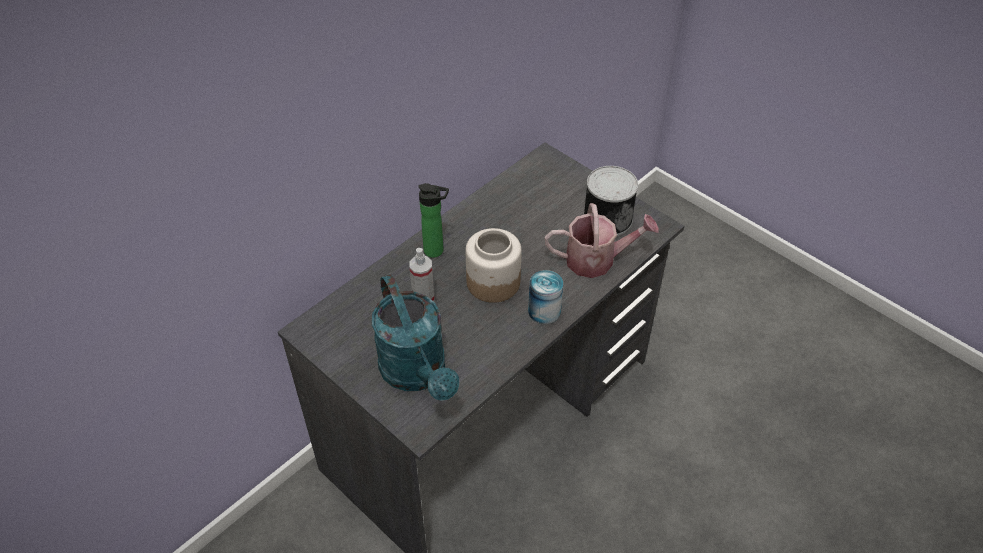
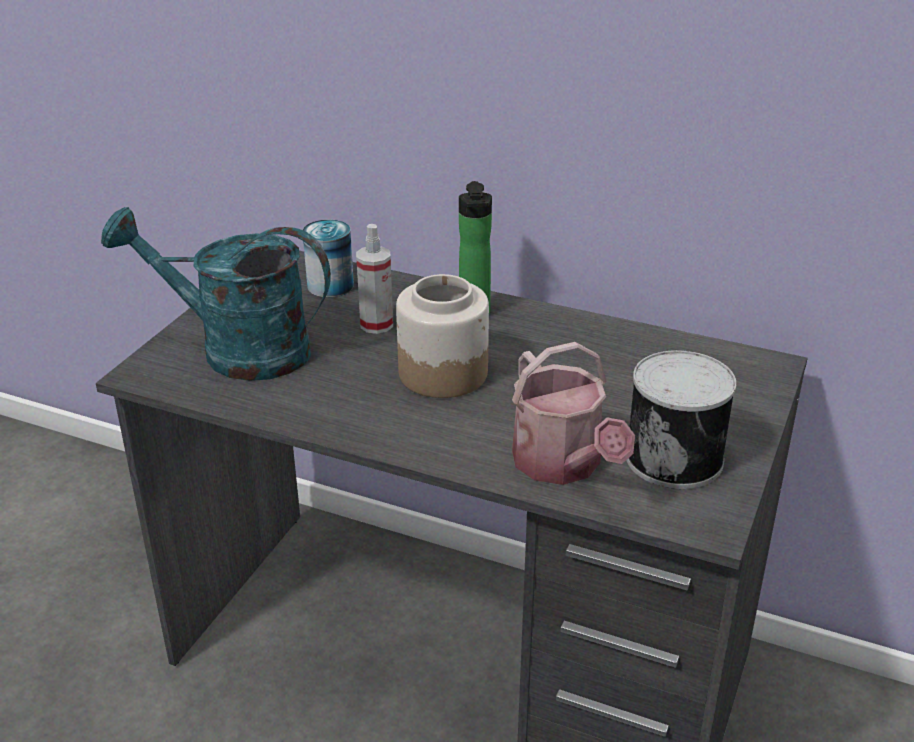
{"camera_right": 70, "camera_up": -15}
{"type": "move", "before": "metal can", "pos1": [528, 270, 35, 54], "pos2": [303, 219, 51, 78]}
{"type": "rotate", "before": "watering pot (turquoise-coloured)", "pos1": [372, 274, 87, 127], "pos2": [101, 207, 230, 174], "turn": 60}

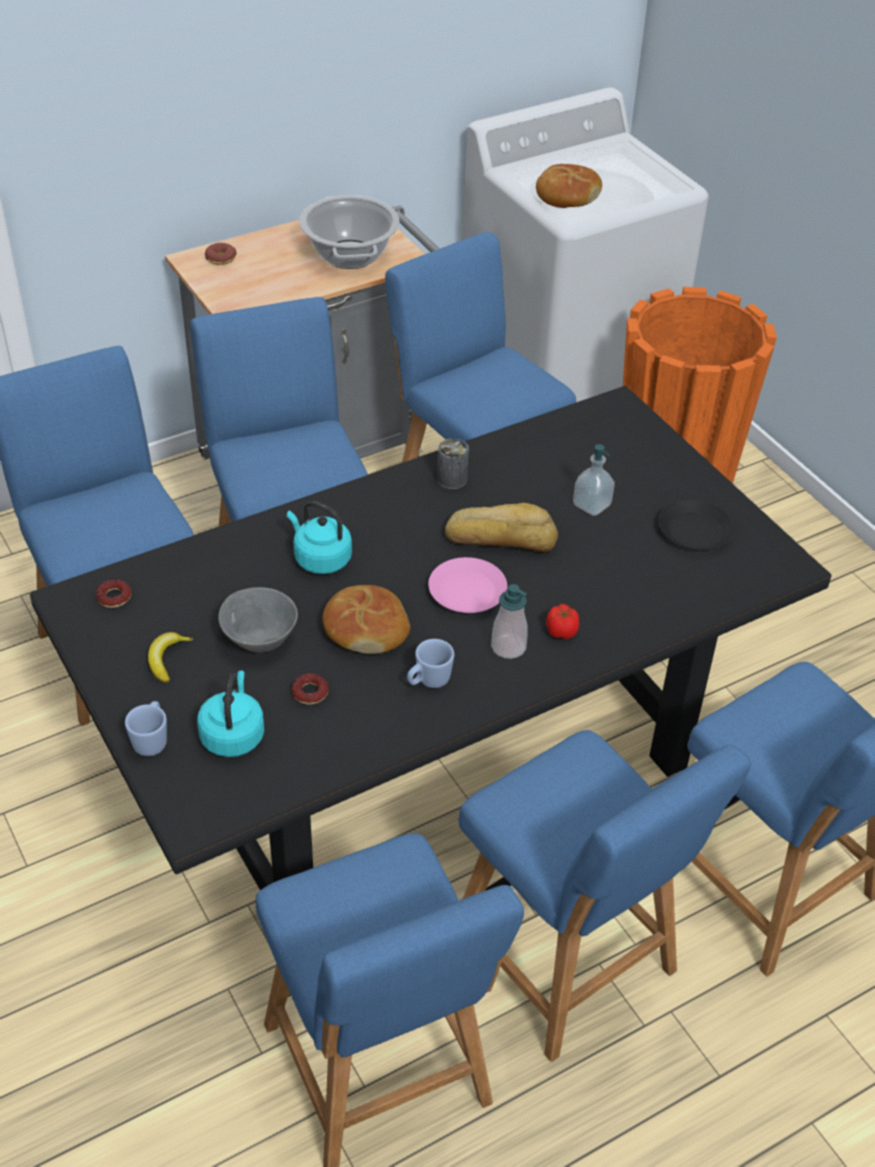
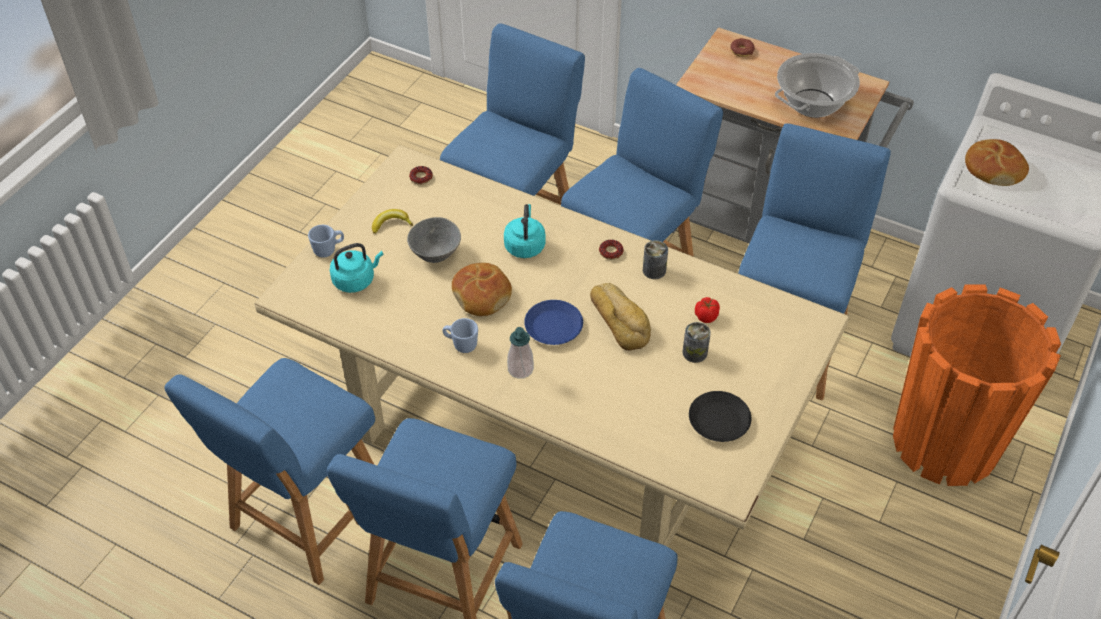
{"camera_right": 60, "camera_up": 5}
{"type": "recolor", "before": "dining table (black)", "after": "dining table (sand-coloured)", "pos1": [30, 386, 802, 504], "pos2": [254, 145, 595, 402]}
{"type": "replace", "before": "soap dispenser", "after": "metal can", "pos1": [573, 444, 42, 72], "pos2": [683, 322, 28, 41]}
{"type": "recolor", "before": "plate (pink-coloured)", "after": "plate (blue-coloured)", "pos1": [428, 557, 79, 56], "pos2": [524, 300, 59, 45]}
{"type": "move", "before": "fresh tomato", "pos1": [546, 604, 33, 35], "pos2": [695, 297, 25, 26]}
{"type": "move", "before": "ring doughnut", "pos1": [291, 673, 38, 32], "pos2": [599, 240, 25, 20]}

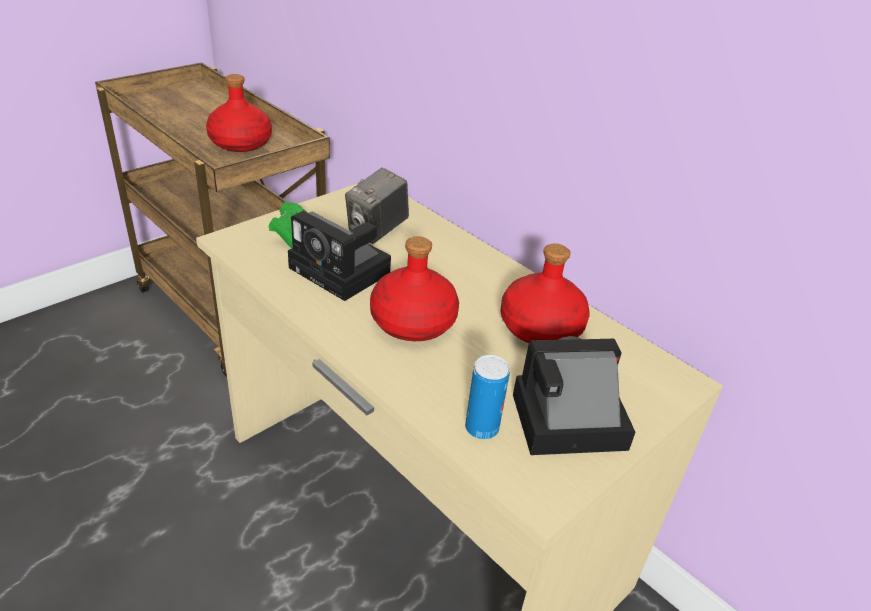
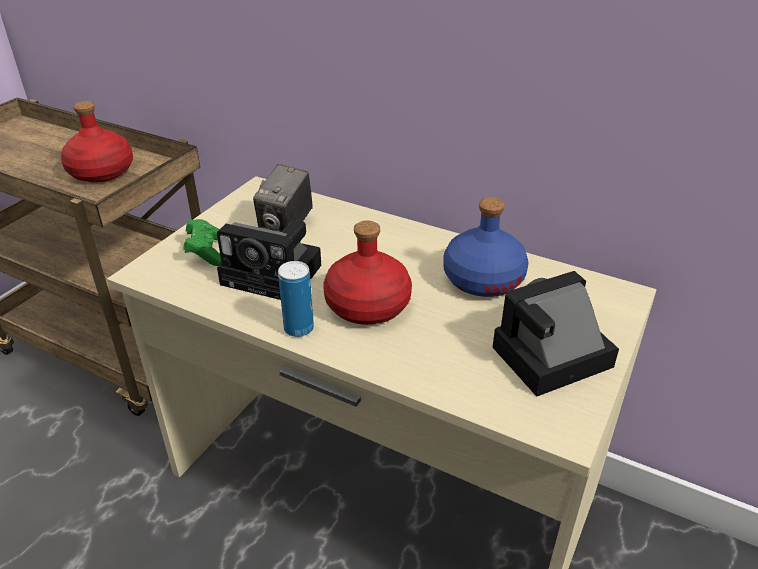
{"camera_right": -15, "camera_up": 0}
{"type": "recolor", "before": "bottle (red-coloured)", "after": "bottle (blue-coloured)", "pos1": [500, 243, 90, 100], "pos2": [443, 197, 85, 100]}
{"type": "move", "before": "metal can", "pos1": [465, 355, 45, 85], "pos2": [278, 261, 36, 76]}

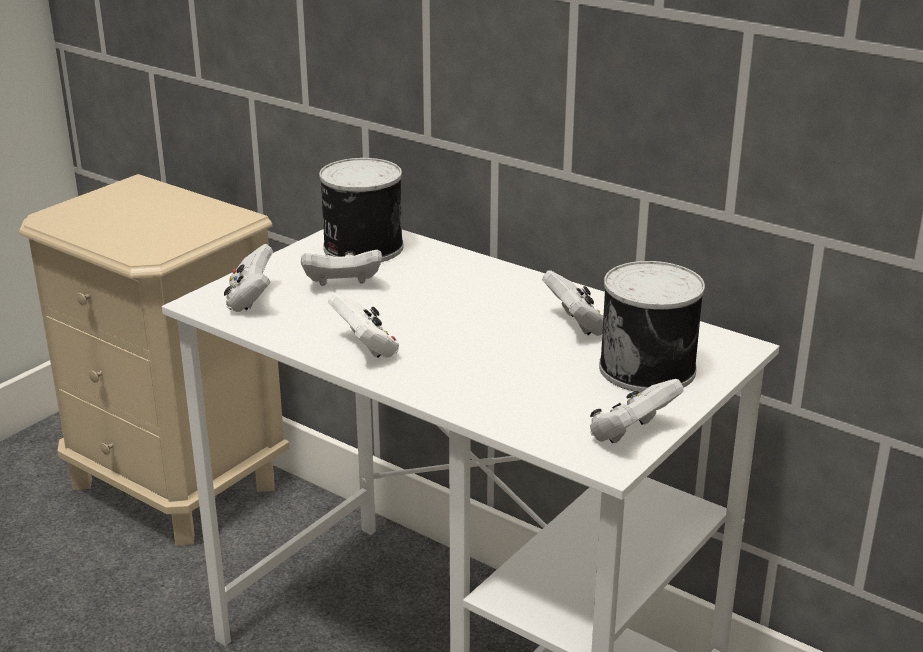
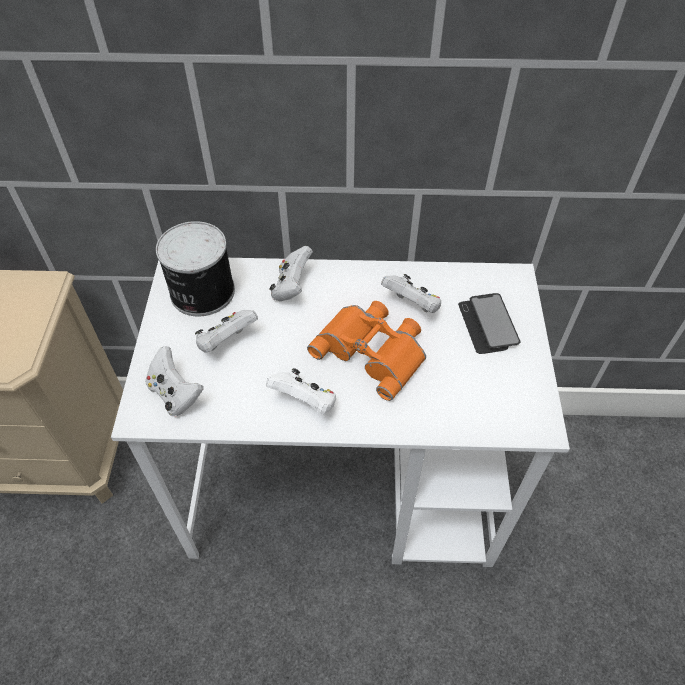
{"camera_right": -35, "camera_up": 25}
{"type": "replace", "before": "metal can", "after": "handset", "pos1": [599, 261, 106, 132], "pos2": [458, 293, 63, 61]}
{"type": "move", "before": "gamepad (white)", "pos1": [590, 379, 94, 65], "pos2": [269, 246, 44, 55]}
{"type": "insert", "after": "field glasses (orange)", "pos2": [307, 301, 119, 100]}

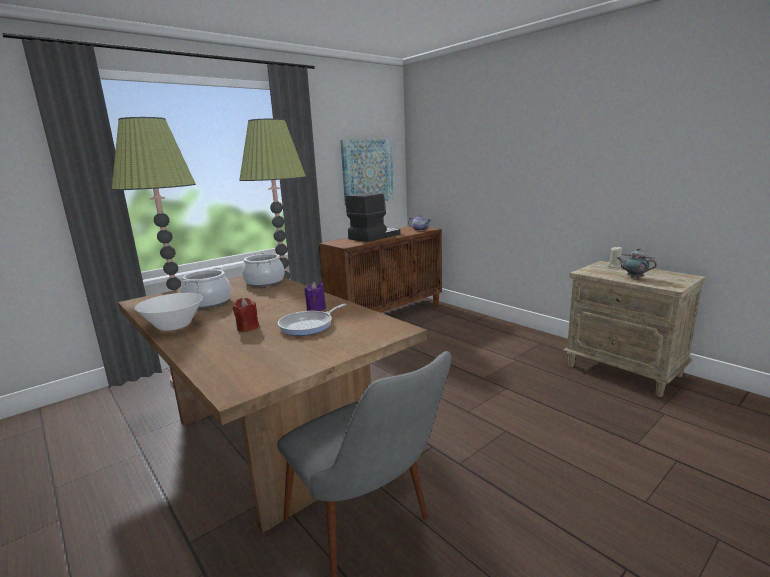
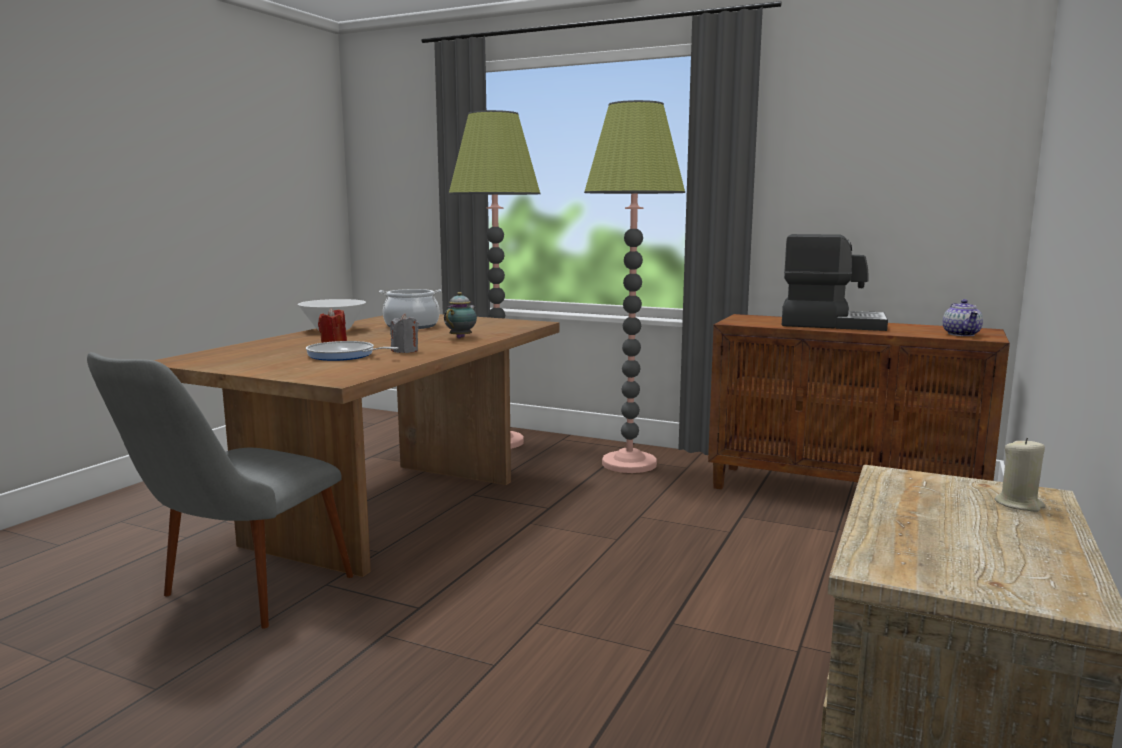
{"camera_right": 65, "camera_up": -5}
{"type": "delete", "before": "wall art", "pos1": [341, 139, 53, 67]}
{"type": "move", "before": "teapot", "pos1": [617, 248, 40, 31], "pos2": [444, 292, 33, 47]}
{"type": "delete", "before": "cooking pot", "pos1": [242, 252, 42, 35]}
{"type": "recolor", "before": "wax candle (purple)", "after": "wax candle (gray)", "pos1": [305, 282, 21, 29], "pos2": [390, 314, 29, 39]}

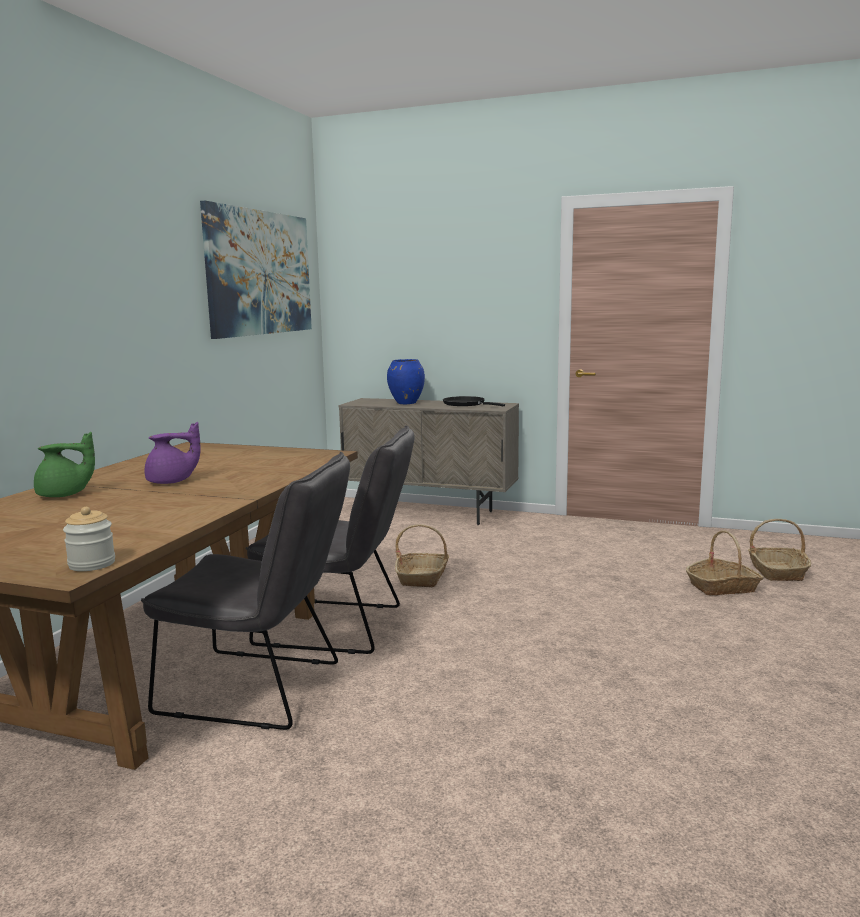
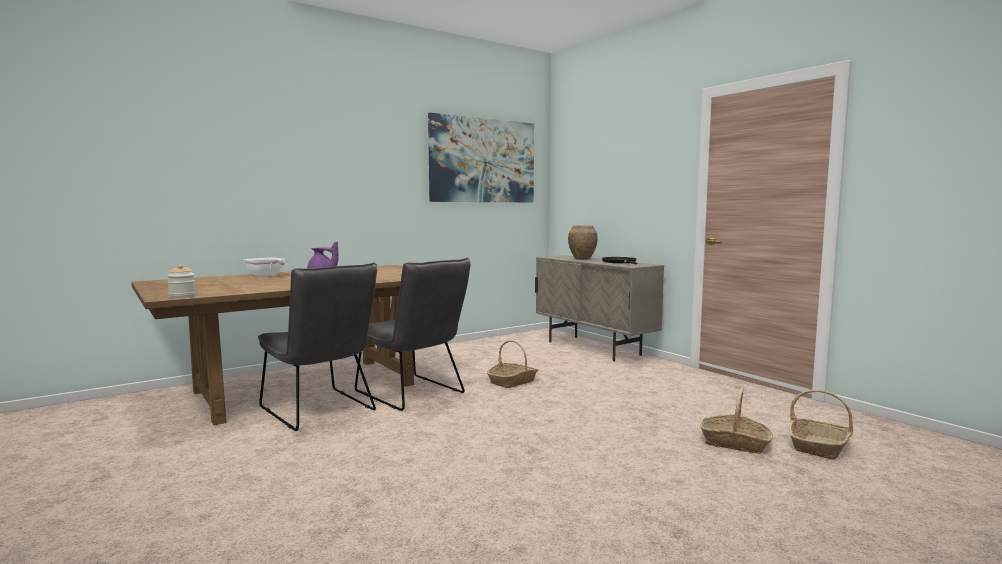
{"camera_right": 35, "camera_up": -5}
{"type": "recolor", "before": "flower vase (blue-coloured)", "after": "flower vase (brown-coloured)", "pos1": [387, 359, 38, 45], "pos2": [568, 226, 30, 34]}
{"type": "replace", "before": "teapot (green-coloured)", "after": "pan", "pos1": [34, 432, 61, 65], "pos2": [243, 257, 42, 20]}

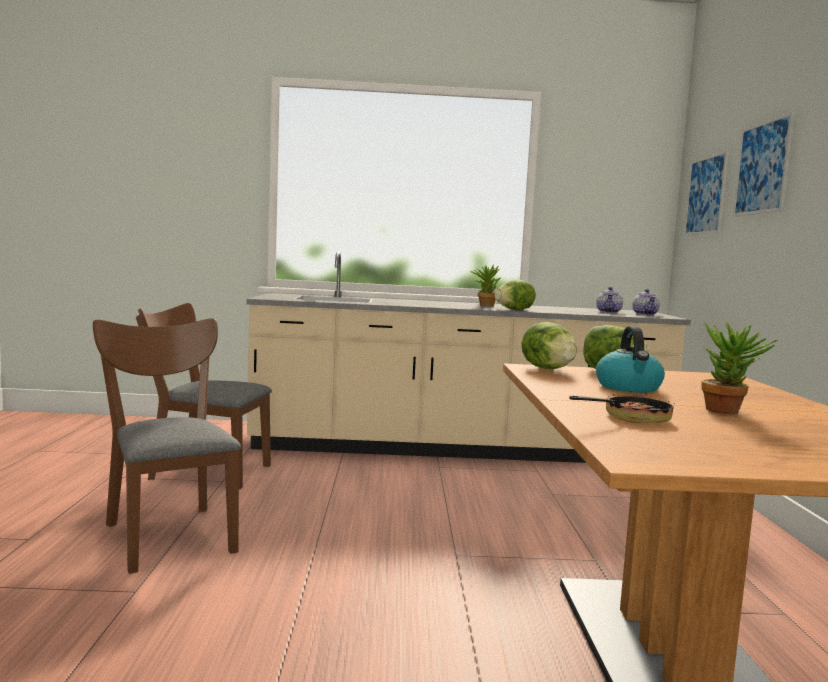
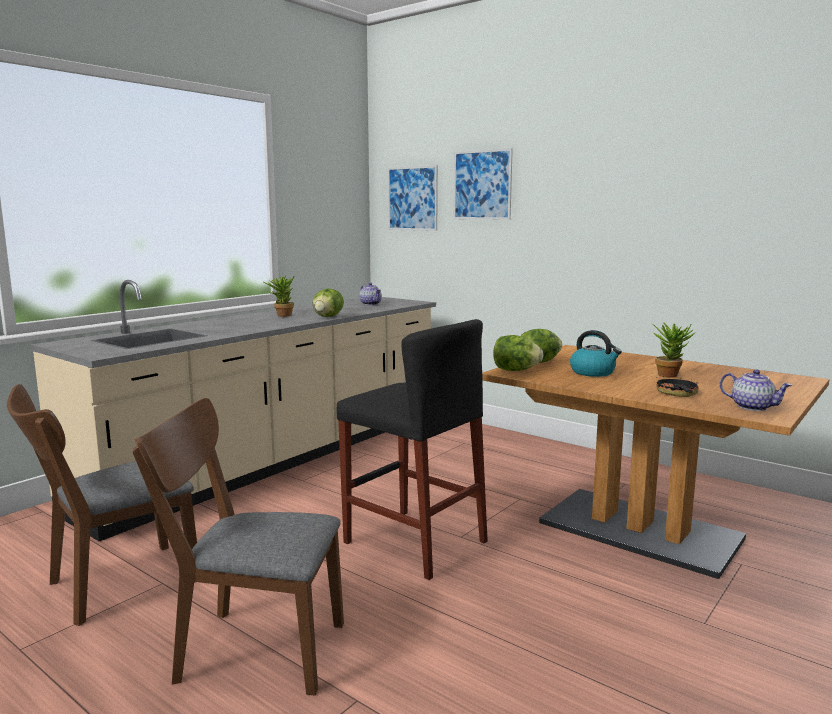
{"camera_right": -50, "camera_up": 5}
{"type": "move", "before": "teapot", "pos1": [632, 289, 28, 26], "pos2": [720, 369, 72, 42]}
{"type": "insert", "after": "stool (black)", "pos2": [337, 319, 151, 261]}

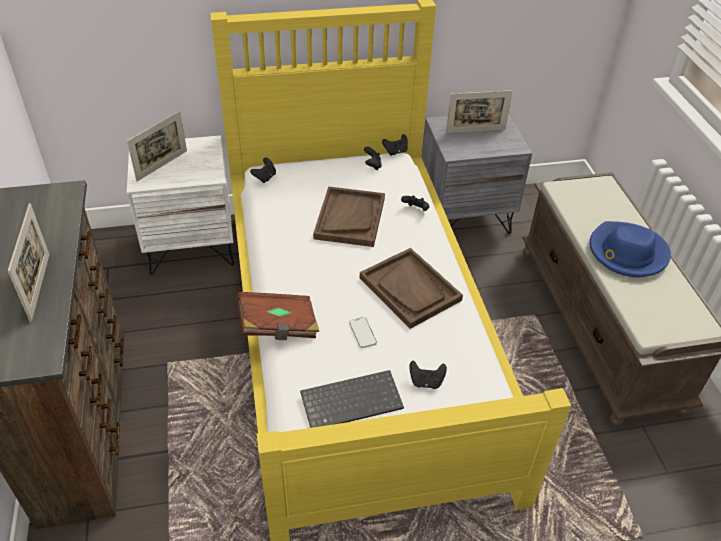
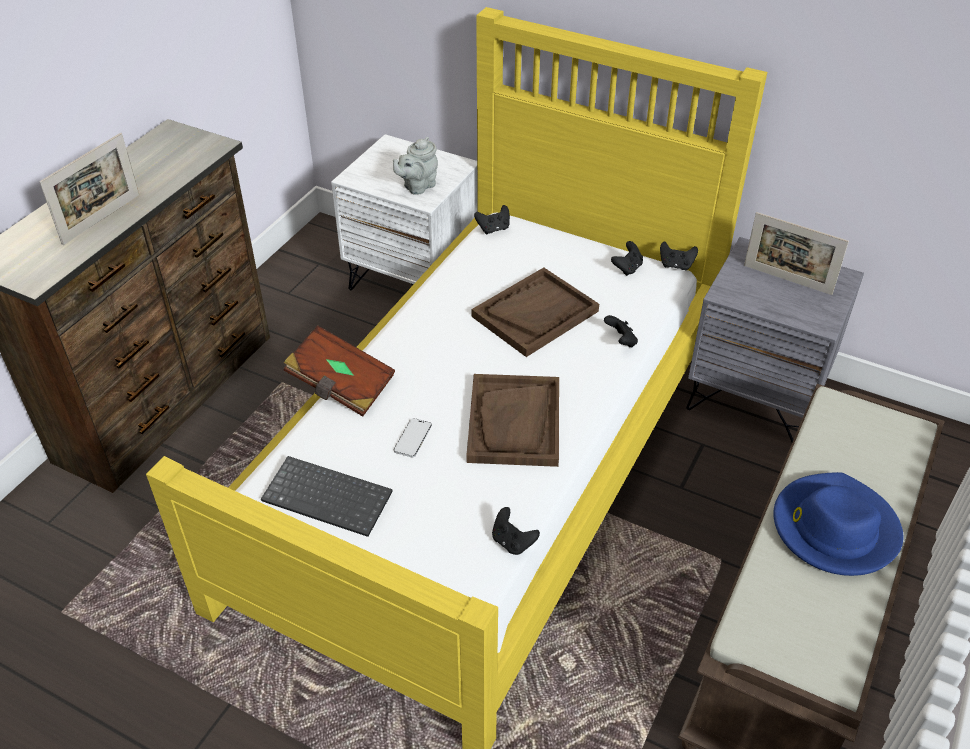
{"camera_right": 40, "camera_up": 0}
{"type": "delete", "before": "picture frame", "pos1": [127, 111, 60, 70]}
{"type": "move", "before": "gamepad (black)", "pos1": [409, 360, 38, 29], "pos2": [492, 507, 48, 48]}
{"type": "insert", "after": "teapot (gray)", "pos2": [393, 137, 45, 58]}

